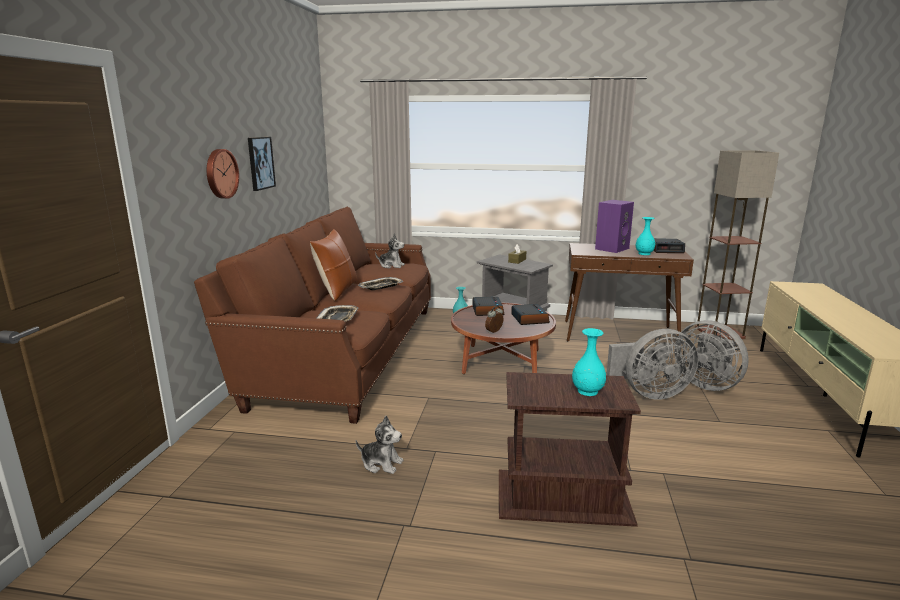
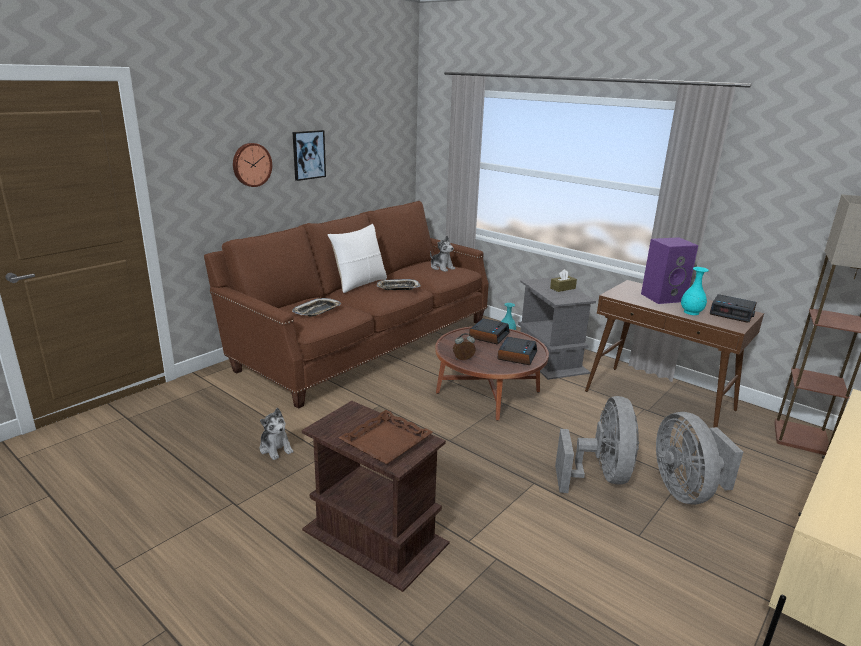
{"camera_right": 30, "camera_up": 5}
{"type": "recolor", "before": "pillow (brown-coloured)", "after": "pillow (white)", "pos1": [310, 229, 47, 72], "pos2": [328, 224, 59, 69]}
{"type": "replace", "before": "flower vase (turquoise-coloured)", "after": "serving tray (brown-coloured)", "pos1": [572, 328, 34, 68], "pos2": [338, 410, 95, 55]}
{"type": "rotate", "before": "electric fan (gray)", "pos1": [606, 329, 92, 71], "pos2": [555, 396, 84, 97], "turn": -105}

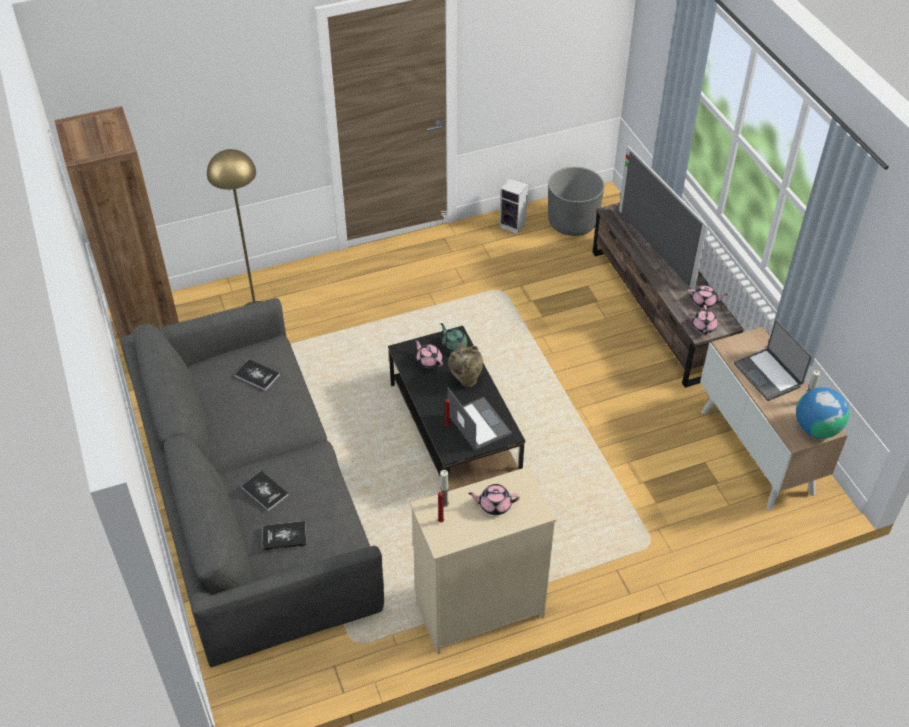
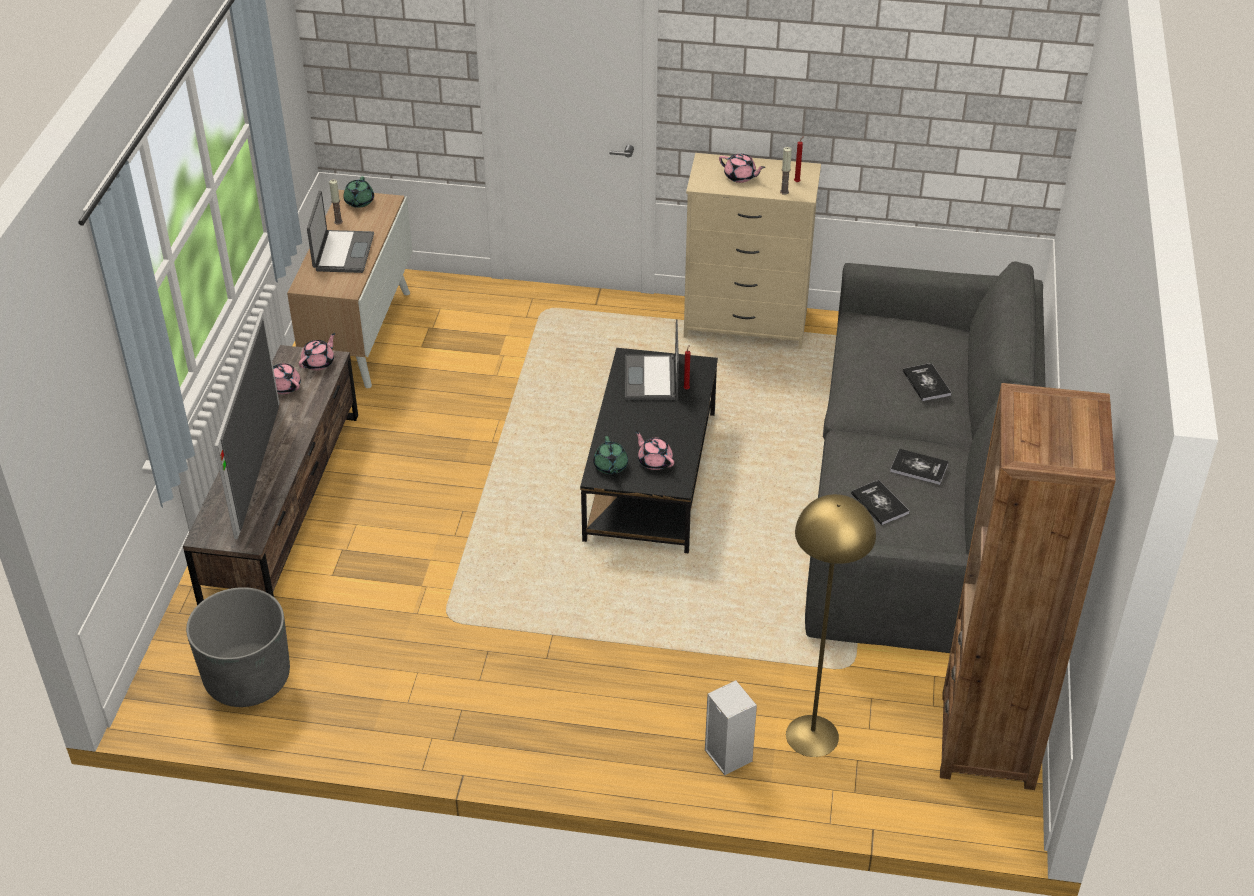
{"camera_right": -150, "camera_up": -5}
{"type": "move", "before": "speaker", "pos1": [499, 178, 29, 56], "pos2": [705, 680, 52, 95]}
{"type": "rotate", "before": "teapot (pink-coloured)", "pos1": [415, 339, 28, 29], "pos2": [635, 431, 39, 39], "turn": 150}
{"type": "delete", "before": "flower vase (sand-coloured)", "pos1": [448, 343, 35, 44]}
{"type": "replace", "before": "world globe", "after": "teapot (green-coloured)", "pos1": [796, 387, 53, 51], "pos2": [343, 176, 31, 32]}
{"type": "move", "before": "book", "pos1": [262, 521, 45, 29], "pos2": [890, 449, 59, 36]}

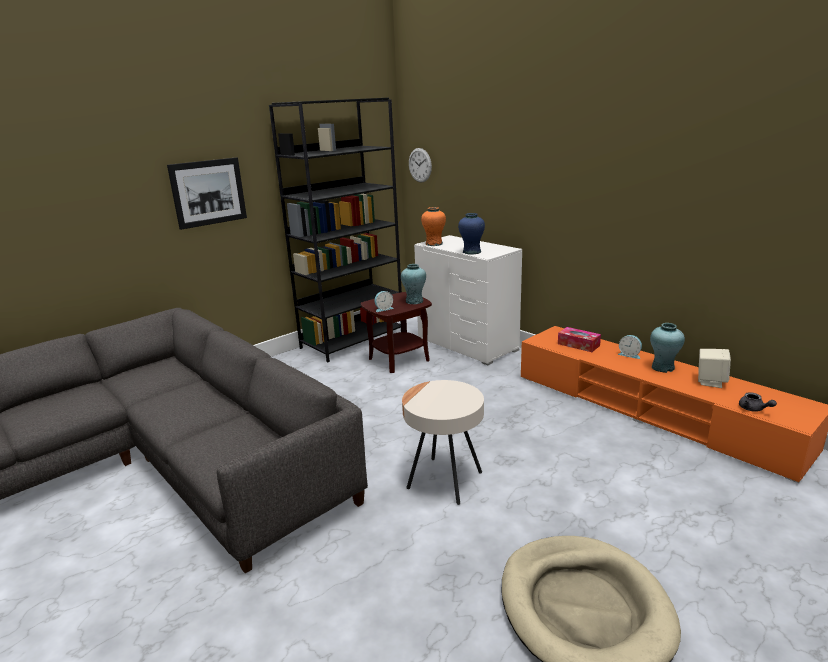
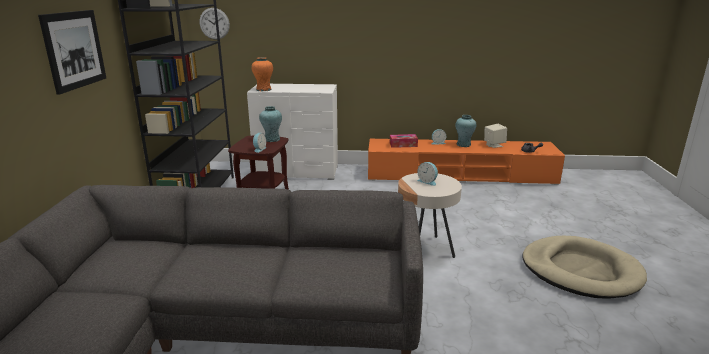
{"camera_right": -45, "camera_up": 0}
{"type": "delete", "before": "flower vase (blue-coloured)", "pos1": [458, 213, 27, 42]}
{"type": "insert", "after": "bedside clock", "pos2": [417, 162, 21, 24]}

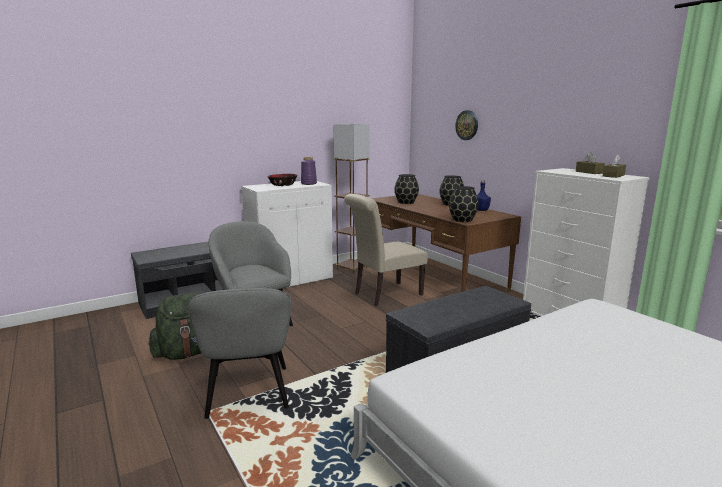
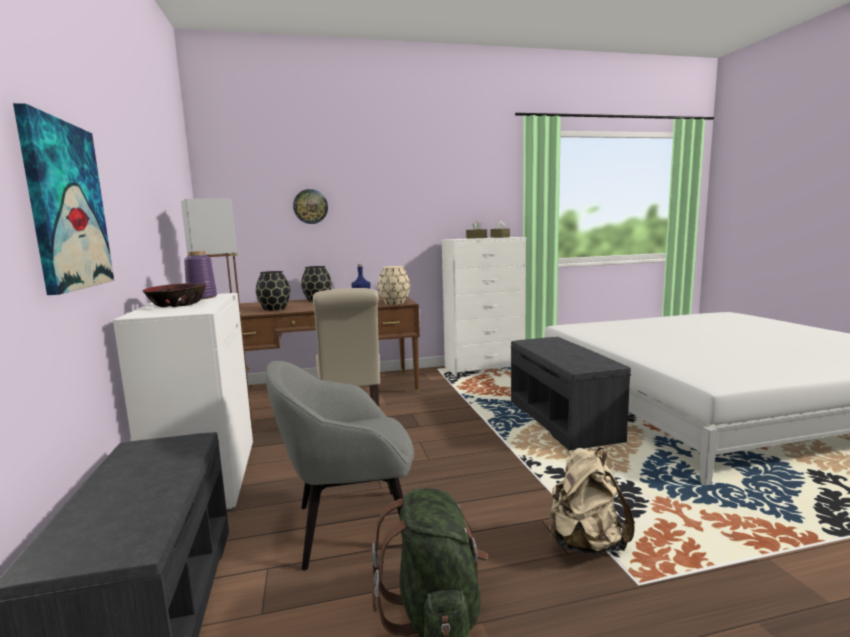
{"camera_right": -70, "camera_up": -5}
{"type": "recolor", "before": "flower vase (black)", "after": "flower vase (sand-coloured)", "pos1": [449, 186, 30, 36], "pos2": [378, 266, 32, 39]}
{"type": "replace", "before": "armchair (gray)", "after": "knapsack (sand-coloured)", "pos1": [188, 288, 103, 131], "pos2": [550, 447, 84, 107]}
{"type": "insert", "after": "wall art", "pos2": [13, 103, 101, 192]}

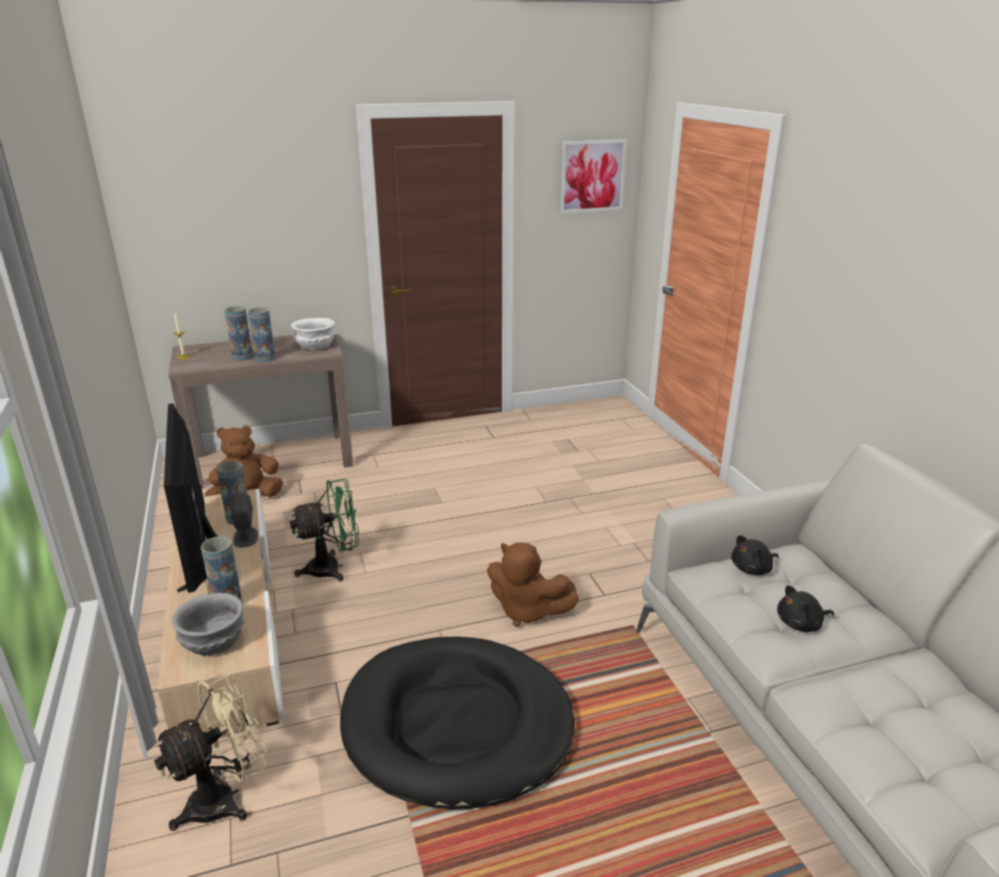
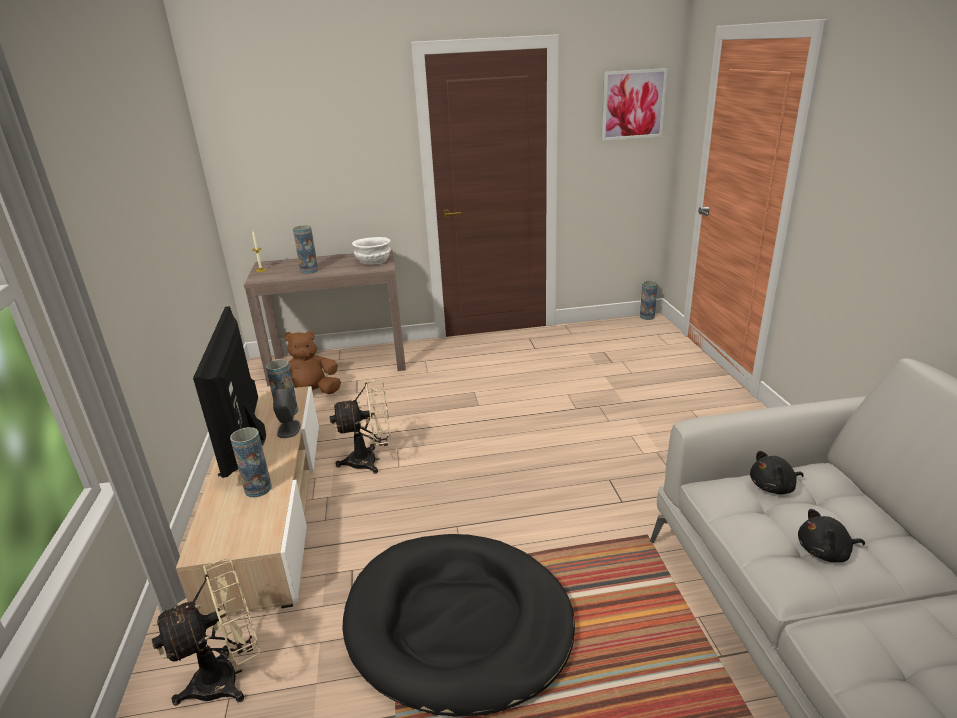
{"camera_right": 10, "camera_up": 0}
{"type": "move", "before": "flower vase", "pos1": [248, 307, 28, 56], "pos2": [640, 281, 18, 39]}
{"type": "recolor", "before": "electric fan (green-coloured)", "after": "electric fan (sand-coloured)", "pos1": [290, 479, 69, 102], "pos2": [330, 379, 61, 95]}
{"type": "delete", "before": "cuddly toy (brown-coloured)", "pos1": [487, 542, 92, 85]}
{"type": "delete", "before": "bowl (gray)", "pos1": [172, 593, 72, 63]}

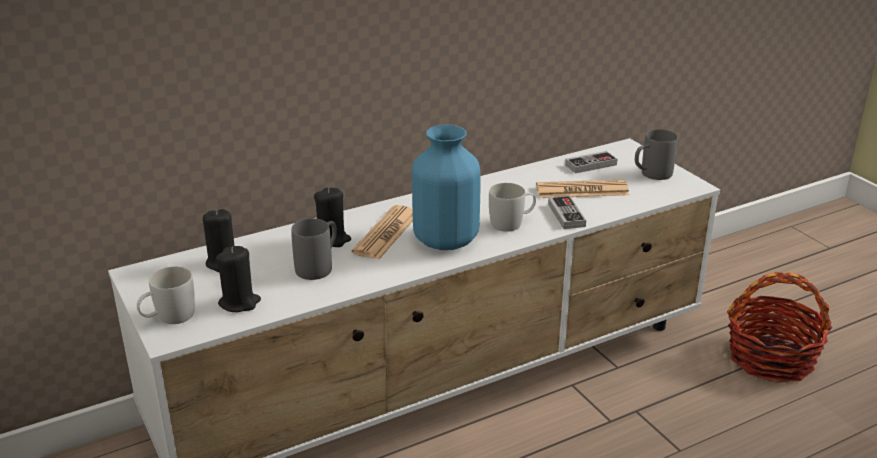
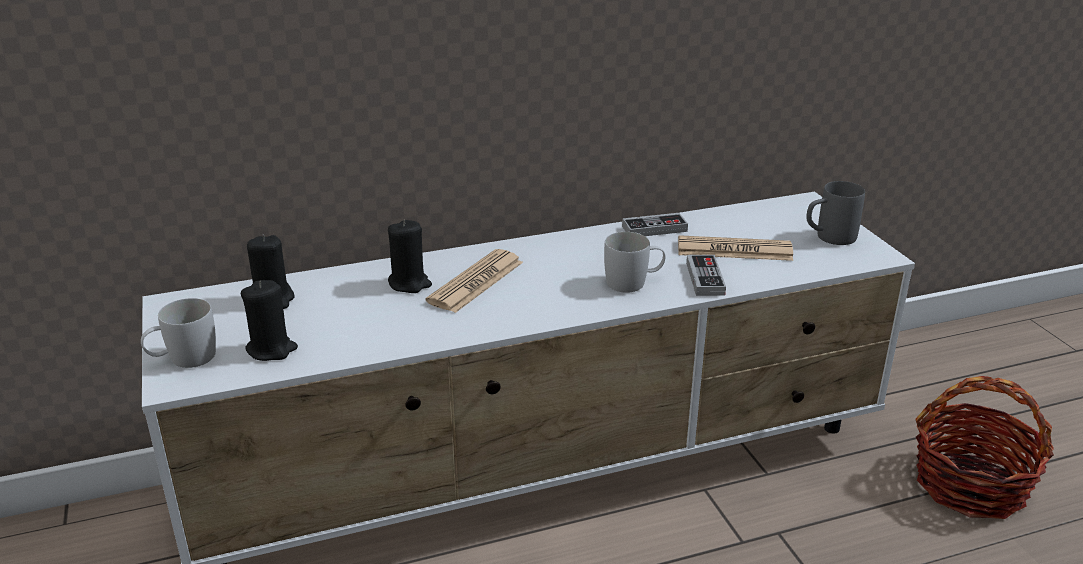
{"camera_right": 10, "camera_up": 0}
{"type": "delete", "before": "flower vase (blue-coloured)", "pos1": [412, 125, 69, 125]}
{"type": "move", "before": "gamepad", "pos1": [565, 151, 52, 22], "pos2": [622, 213, 66, 23]}
{"type": "delete", "before": "mug (gray)", "pos1": [291, 218, 46, 62]}

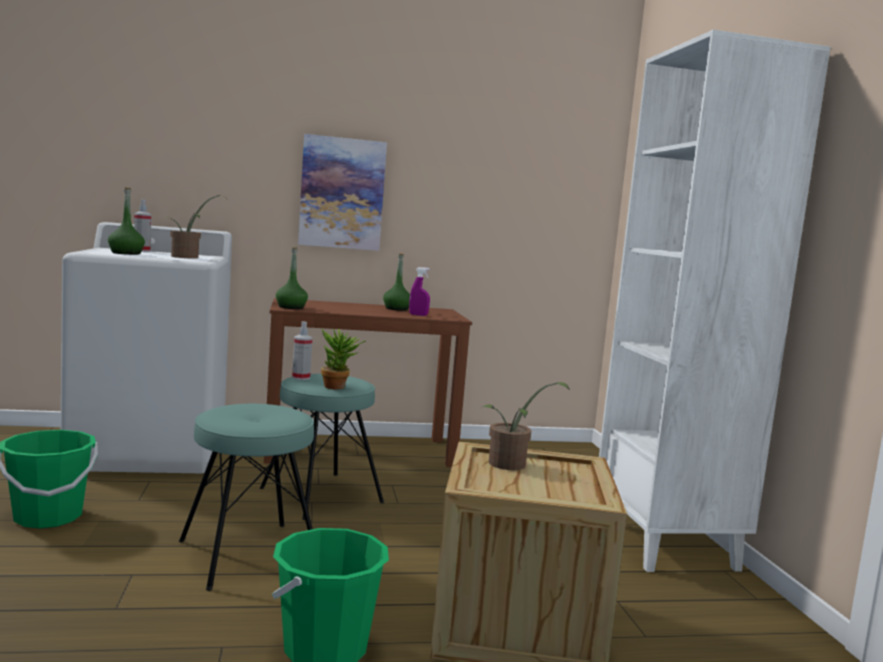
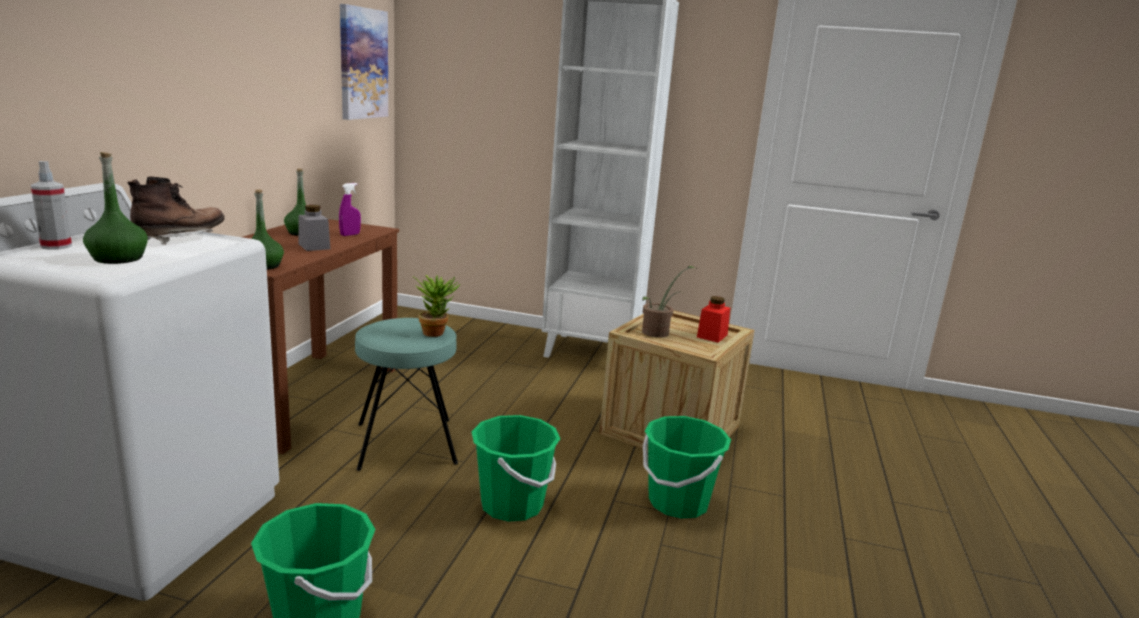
{"camera_right": -65, "camera_up": 10}
{"type": "move", "before": "wall art", "pos1": [298, 134, 89, 117], "pos2": [340, 4, 48, 116]}
{"type": "replace", "before": "potted plant", "after": "tall boot (brown-coloured)", "pos1": [165, 195, 62, 63], "pos2": [127, 176, 97, 69]}
{"type": "delete", "before": "spray bottle", "pos1": [292, 321, 20, 59]}
{"type": "replace", "before": "stool (turquoise-coloured)", "after": "pail (green-coloured)", "pos1": [179, 404, 135, 187], "pos2": [472, 415, 88, 107]}
{"type": "insert", "after": "jar (gray)", "pos2": [298, 205, 32, 46]}
{"type": "insert", "after": "jar (red-coloured)", "pos2": [697, 296, 33, 47]}

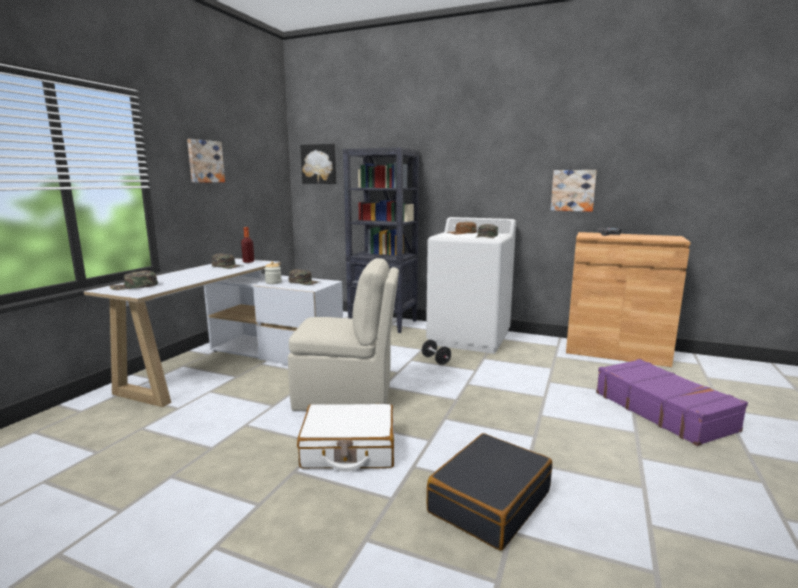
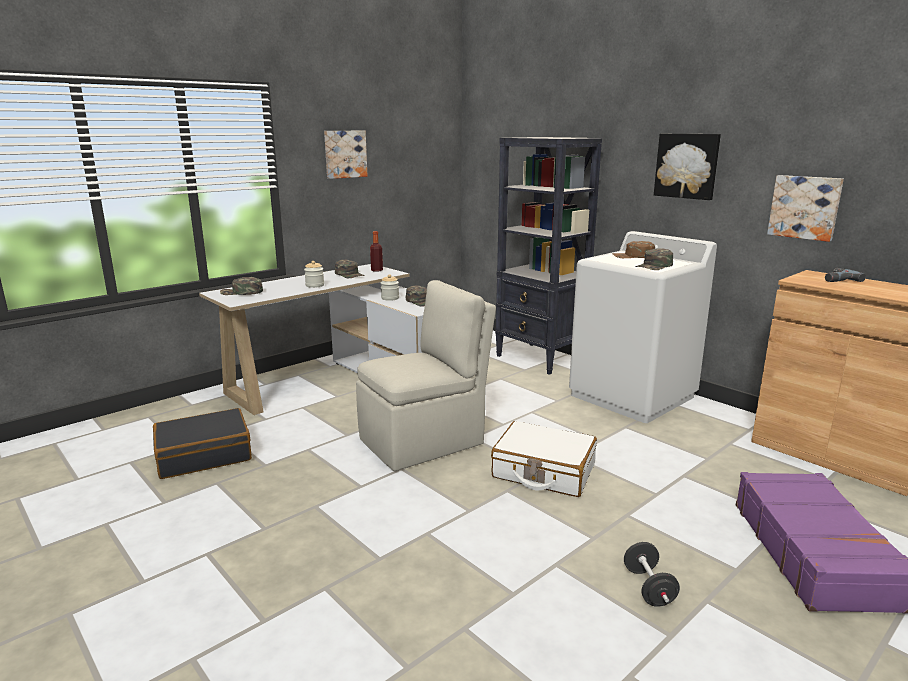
{"camera_right": 25, "camera_up": 5}
{"type": "move", "before": "wall art", "pos1": [300, 144, 36, 40], "pos2": [654, 134, 67, 66]}
{"type": "rotate", "before": "chair (sand-coloured)", "pos1": [288, 258, 111, 153], "pos2": [356, 280, 140, 191], "turn": -60}
{"type": "move", "before": "hand weight (black)", "pos1": [422, 340, 29, 25], "pos2": [624, 542, 56, 65]}
{"type": "move", "before": "piece of luggage (white)", "pos1": [297, 404, 97, 68], "pos2": [491, 421, 106, 76]}
{"type": "move", "before": "piece of luggage (black)", "pos1": [426, 433, 126, 118], "pos2": [153, 408, 99, 71]}
{"type": "insert", "after": "jar", "pos2": [304, 261, 20, 27]}

